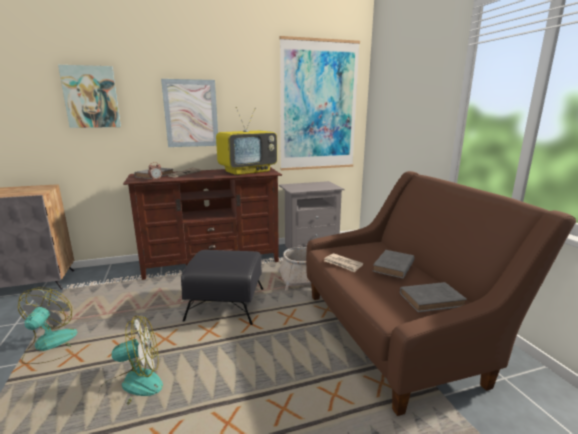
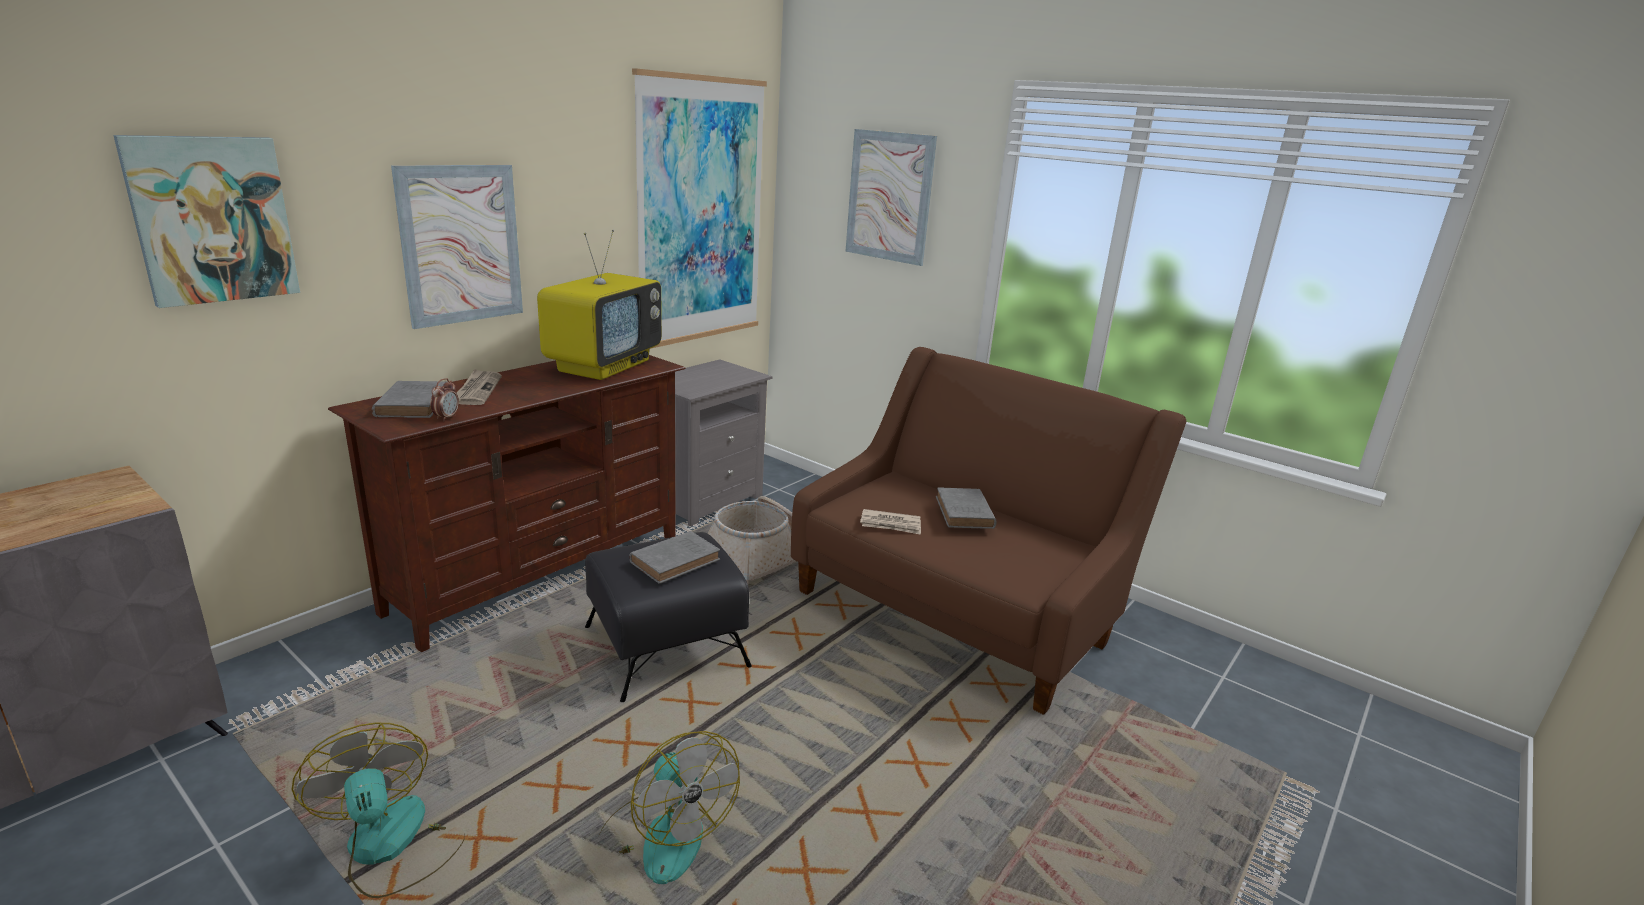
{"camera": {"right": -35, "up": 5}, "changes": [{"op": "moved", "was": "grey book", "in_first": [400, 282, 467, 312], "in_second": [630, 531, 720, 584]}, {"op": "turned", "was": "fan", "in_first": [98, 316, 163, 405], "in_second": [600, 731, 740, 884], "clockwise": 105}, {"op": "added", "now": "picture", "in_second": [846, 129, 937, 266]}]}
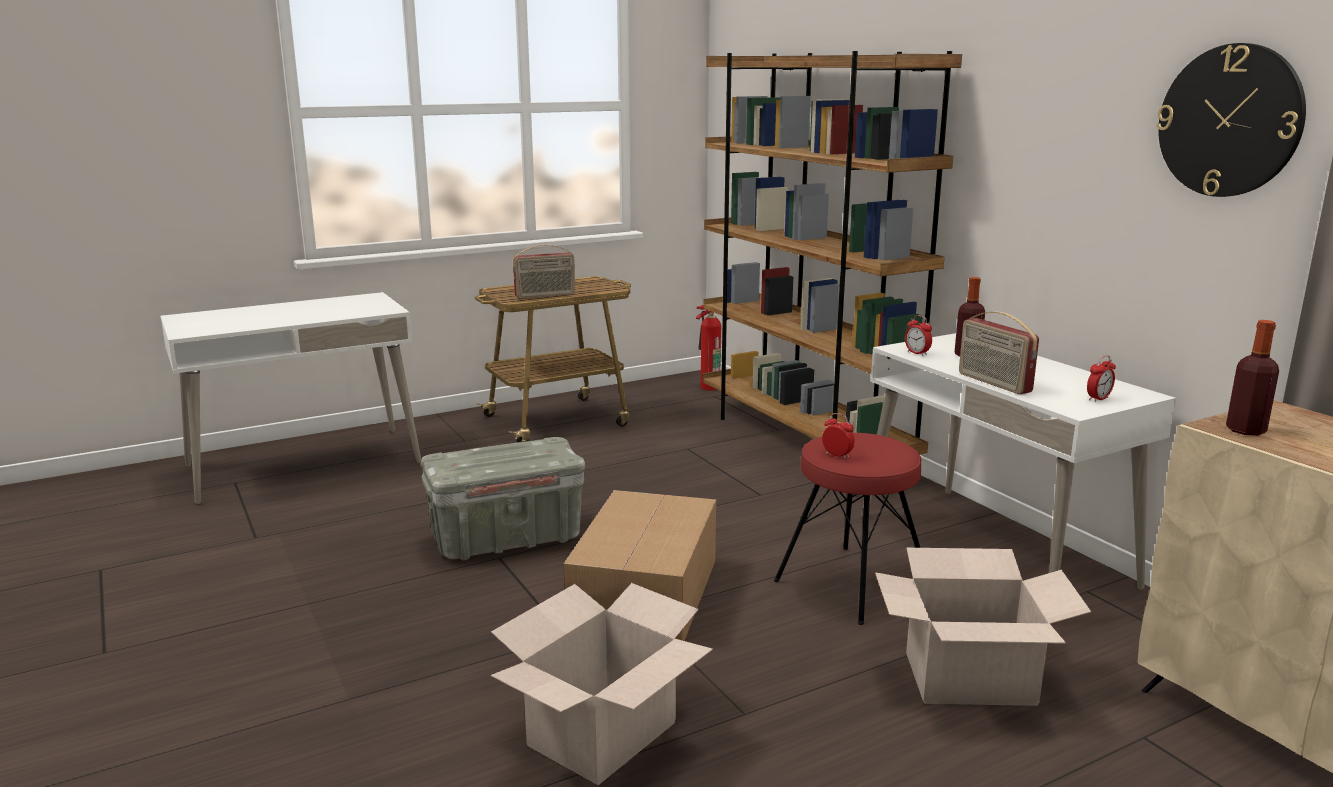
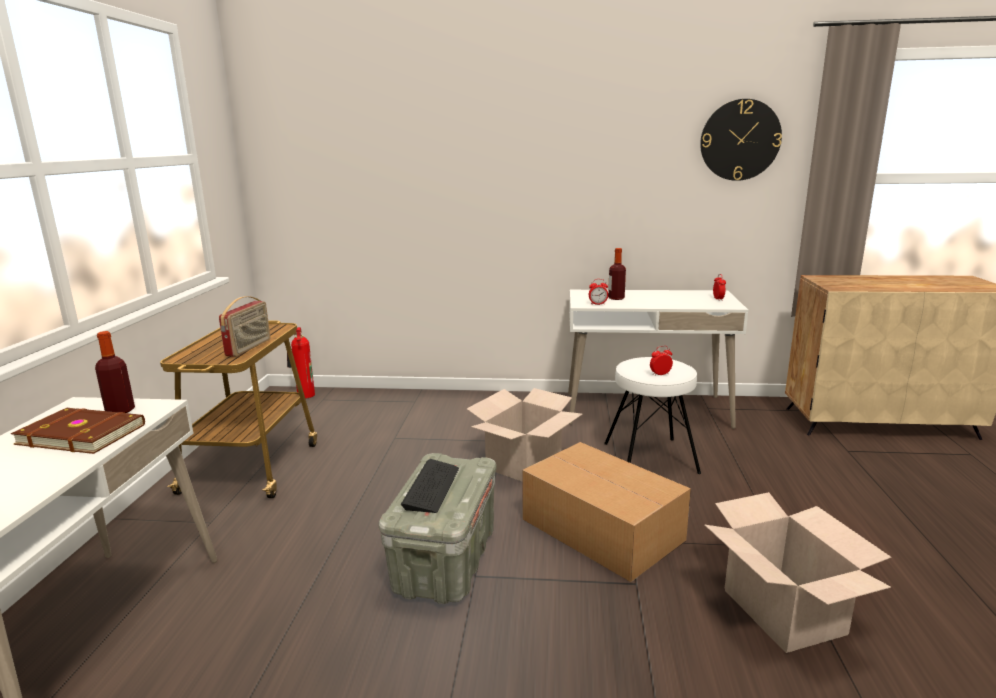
{"camera": {"right": -55, "up": 0}, "changes": [{"op": "removed", "was": "brown bookcase", "in_first": [702, 51, 962, 455]}, {"op": "removed", "was": "radio", "in_first": [959, 311, 1039, 394]}, {"op": "moved", "was": "bottle", "in_first": [1226, 320, 1279, 436], "in_second": [95, 331, 135, 413]}, {"op": "recoloured", "was": "red stool", "now": "white stool", "in_first": [774, 433, 921, 625], "in_second": [604, 357, 701, 474]}, {"op": "moved", "was": "cardboard box", "in_first": [875, 548, 1091, 706], "in_second": [467, 388, 582, 481]}, {"op": "added", "now": "brown book", "in_second": [10, 408, 145, 454]}, {"op": "added", "now": "keyboard", "in_second": [401, 459, 459, 513]}]}
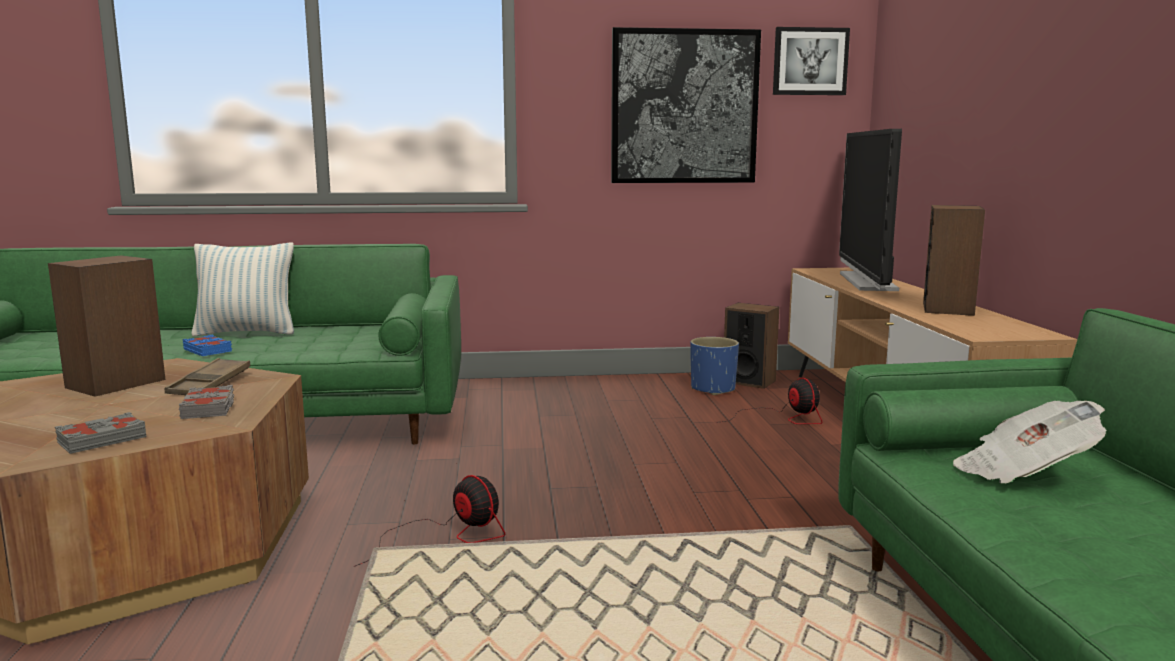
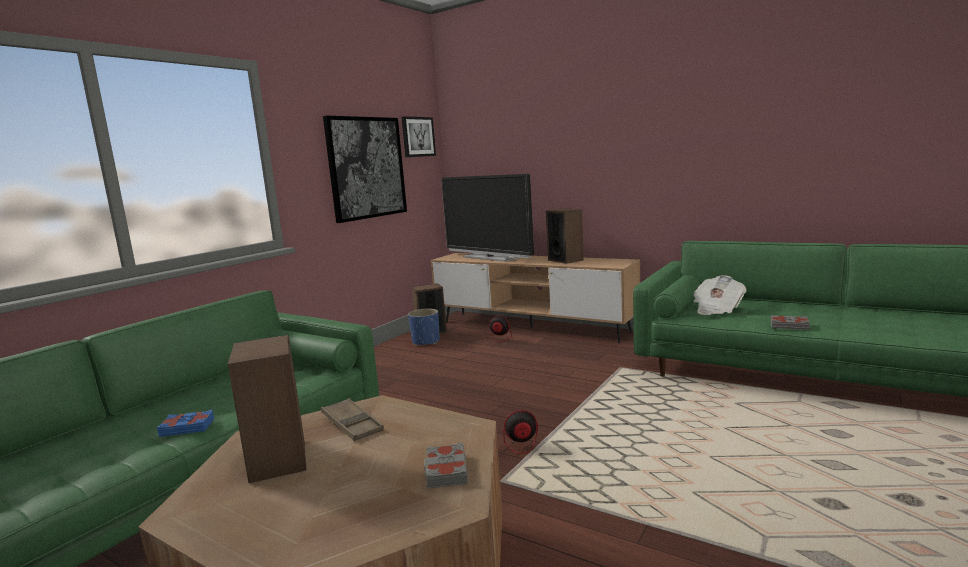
{"camera": {"right": -50, "up": 0}, "changes": [{"op": "removed", "was": "pillow", "in_first": [191, 242, 294, 336]}, {"op": "moved", "was": "grey book", "in_first": [179, 385, 234, 419], "in_second": [771, 315, 810, 330]}]}
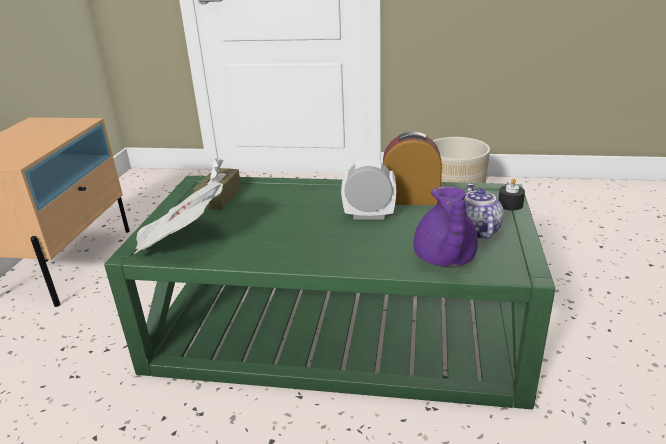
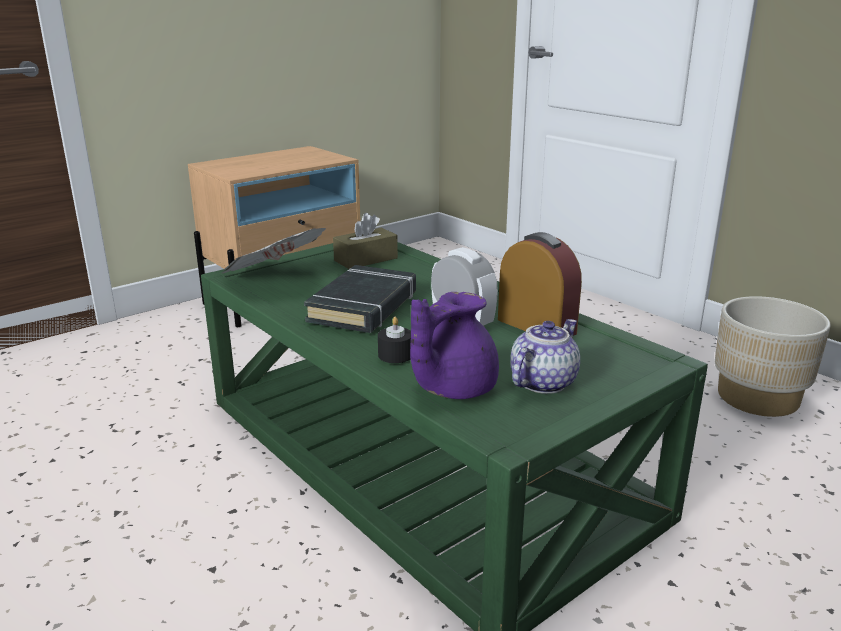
{"camera": {"right": 40, "up": -5}, "changes": [{"op": "moved", "was": "black candle", "in_first": [498, 178, 525, 210], "in_second": [378, 317, 411, 363]}, {"op": "added", "now": "black book", "in_second": [304, 265, 416, 333]}]}
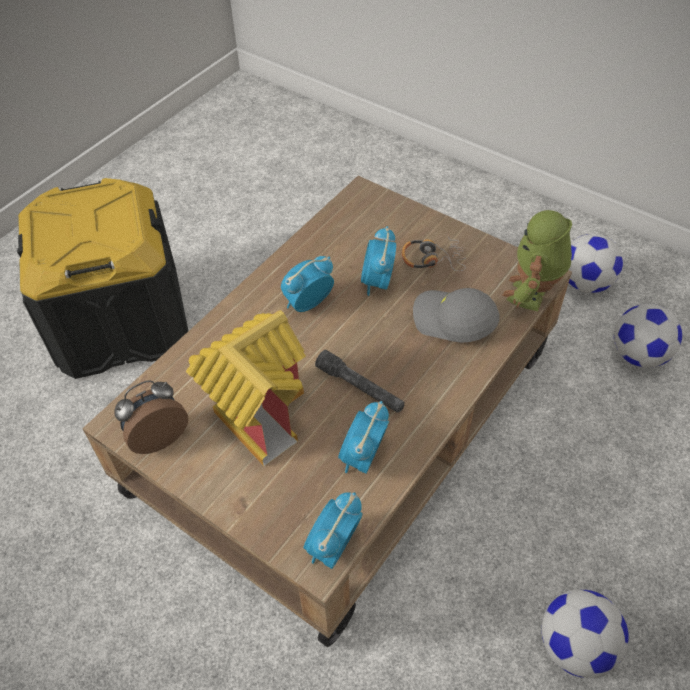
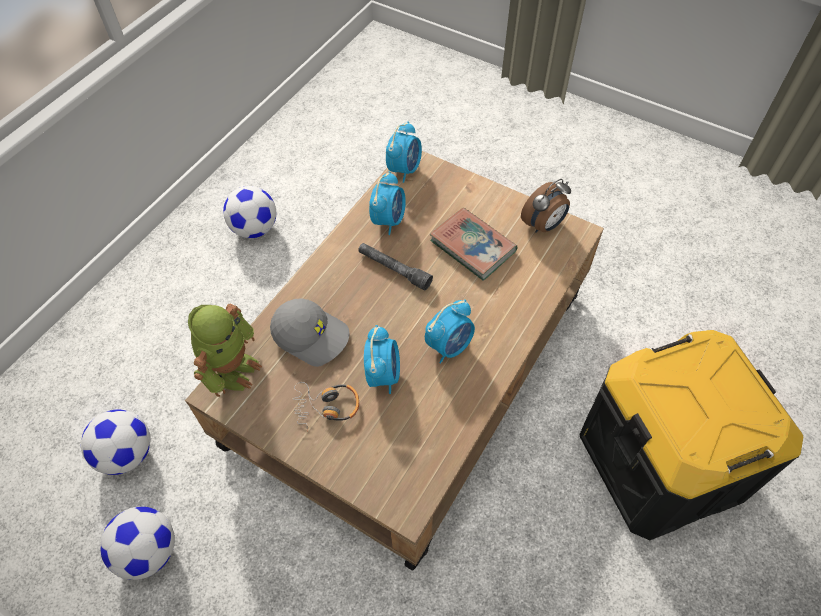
{"camera": {"right": 175, "up": 5}, "changes": [{"op": "replaced", "was": "toy house", "now": "book", "in_first": [186, 310, 306, 466], "in_second": [430, 208, 517, 281]}]}
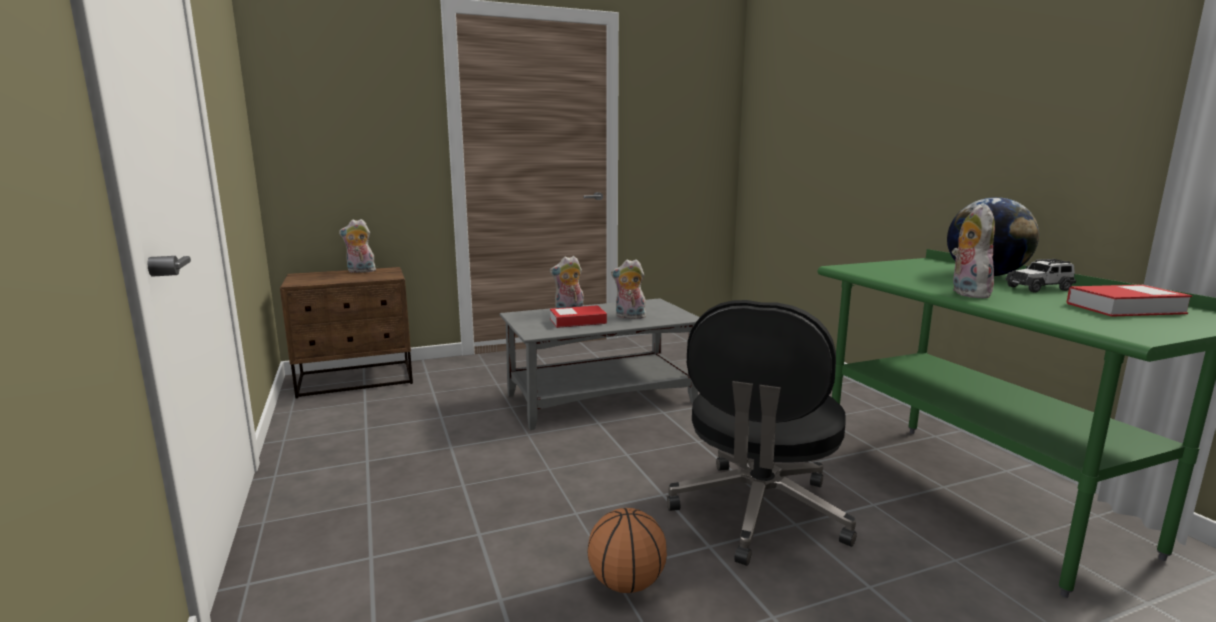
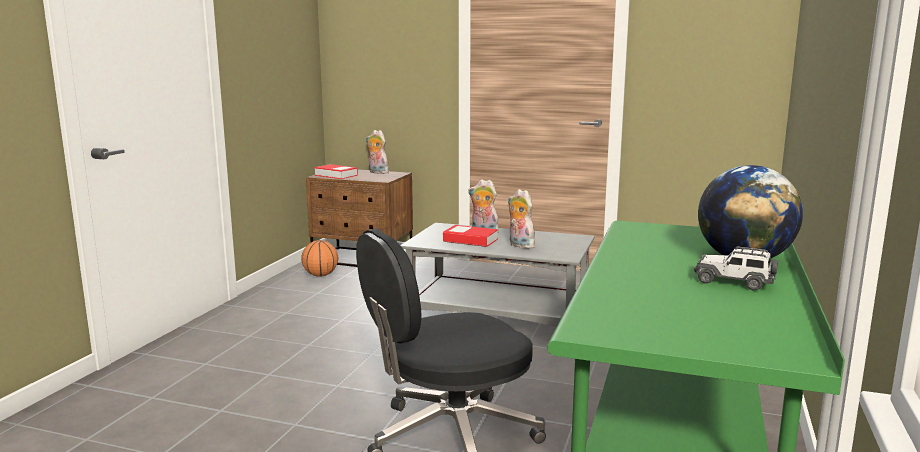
{"camera": {"right": 40, "up": 0}, "changes": [{"op": "removed", "was": "plush toy", "in_first": [952, 204, 995, 298]}, {"op": "moved", "was": "book", "in_first": [1067, 285, 1193, 317], "in_second": [314, 164, 358, 179]}, {"op": "moved", "was": "basketball", "in_first": [587, 508, 667, 593], "in_second": [301, 240, 338, 277]}]}
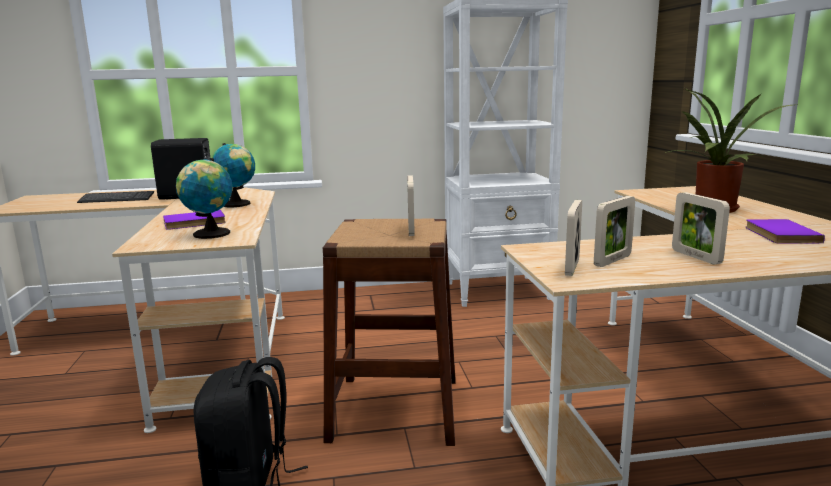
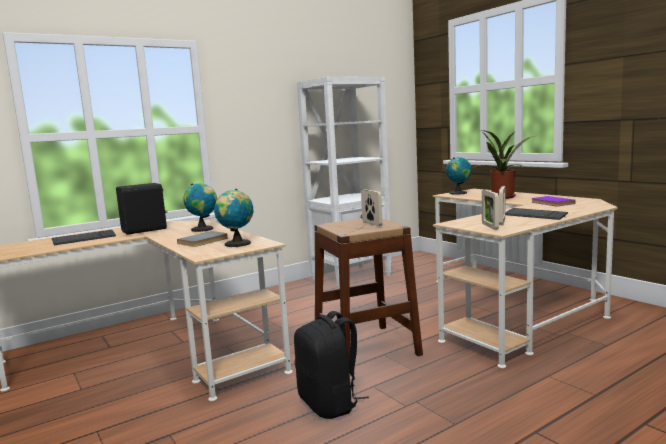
{"camera": {"right": -25, "up": -5}, "changes": [{"op": "replaced", "was": "picture frame", "now": "keyboard", "in_first": [672, 192, 730, 264], "in_second": [505, 208, 568, 220]}, {"op": "recoloured", "was": "purple book", "now": "grey book", "in_first": [163, 210, 226, 230], "in_second": [177, 231, 228, 247]}, {"op": "added", "now": "globe", "in_second": [446, 157, 472, 195]}]}
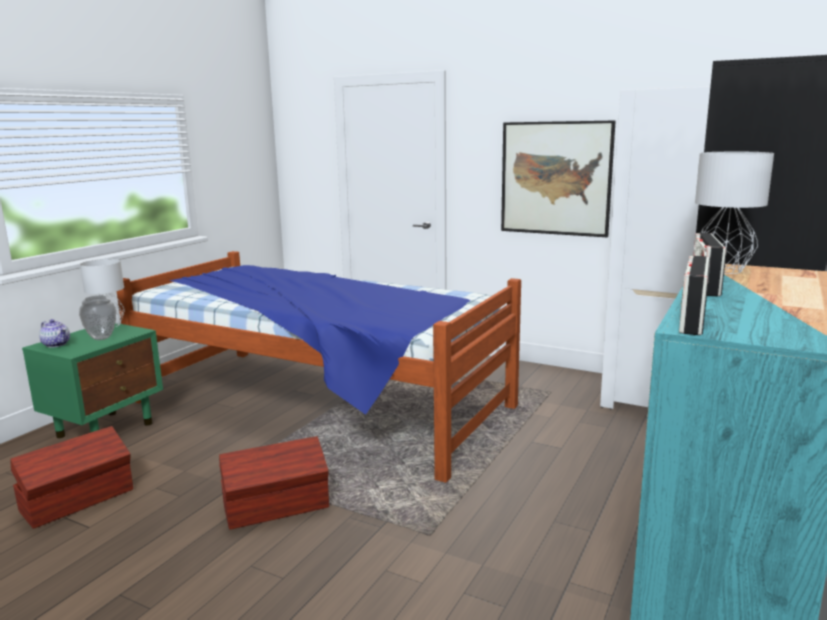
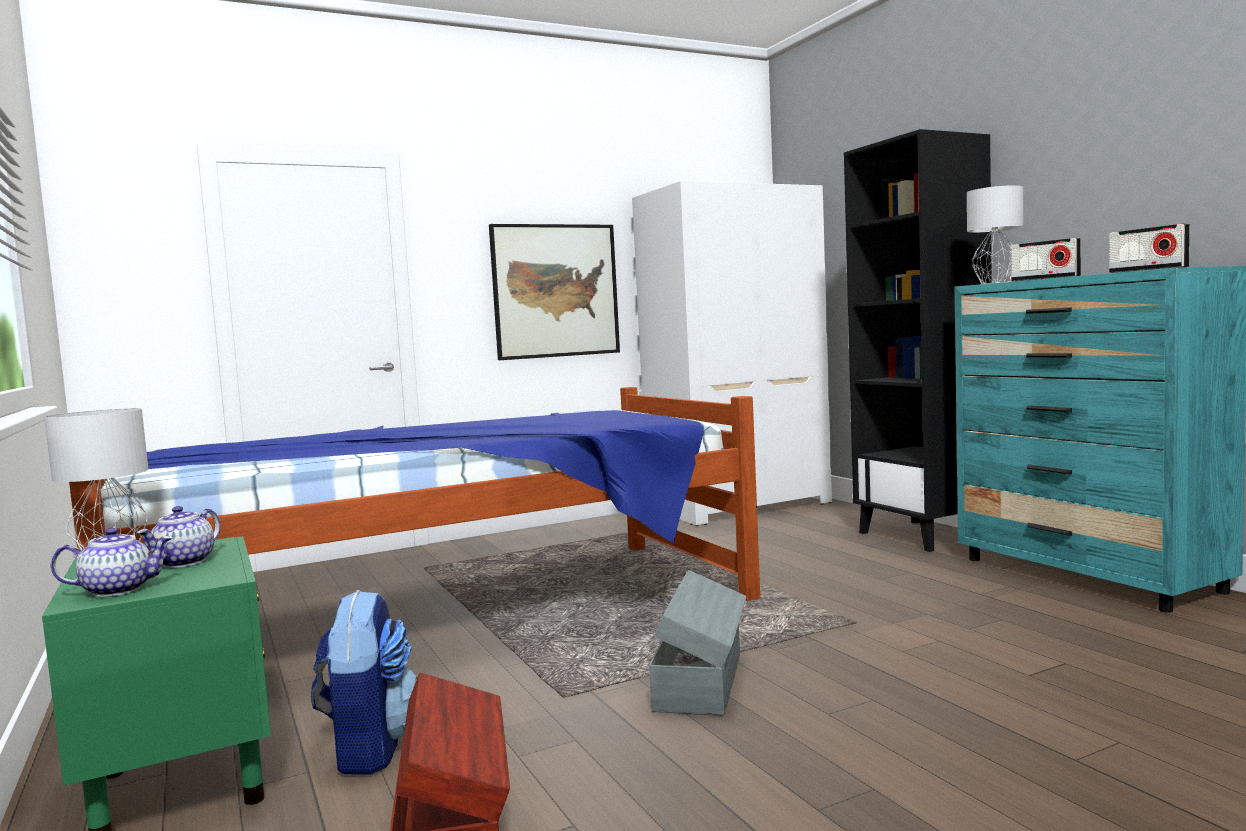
{"camera": {"right": -55, "up": -10}, "changes": [{"op": "replaced", "was": "vase", "now": "teapot", "in_first": [79, 296, 116, 340], "in_second": [136, 506, 221, 568]}, {"op": "recoloured", "was": "brown storage box", "now": "grey storage box", "in_first": [219, 436, 329, 530], "in_second": [649, 570, 746, 716]}, {"op": "added", "now": "backpack", "in_second": [311, 590, 417, 774]}]}
